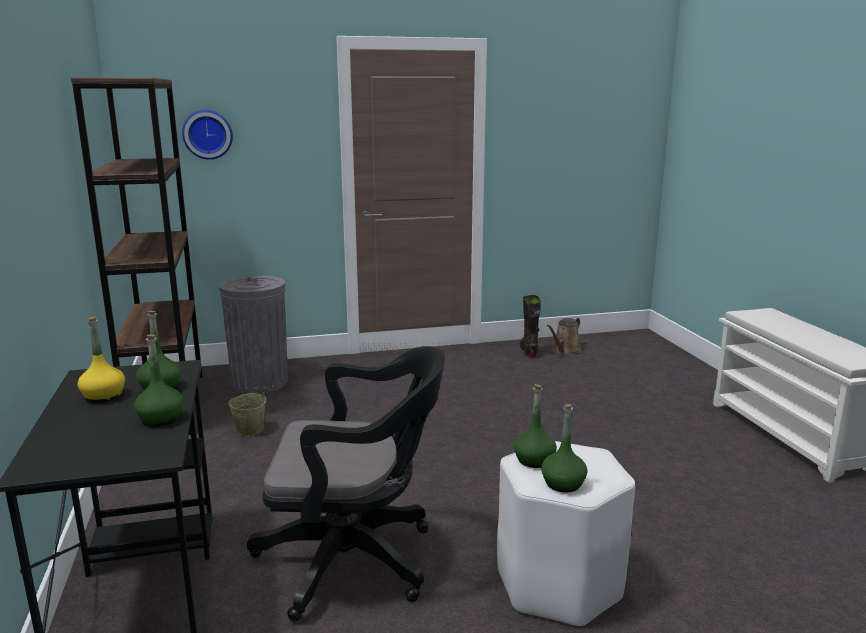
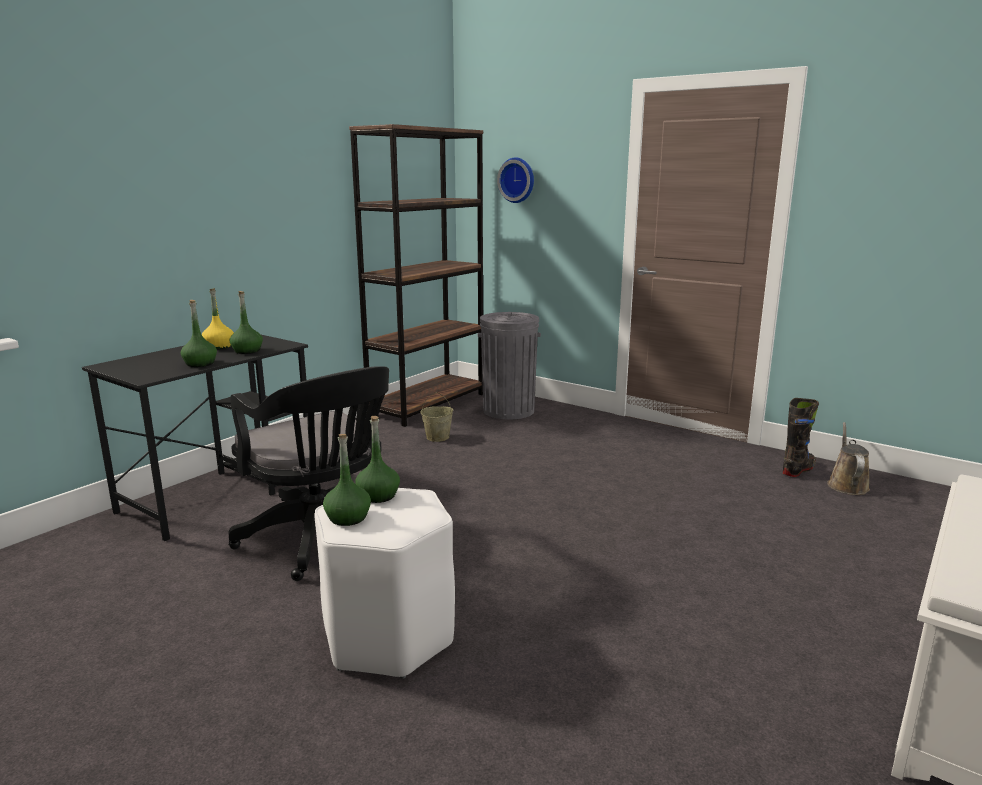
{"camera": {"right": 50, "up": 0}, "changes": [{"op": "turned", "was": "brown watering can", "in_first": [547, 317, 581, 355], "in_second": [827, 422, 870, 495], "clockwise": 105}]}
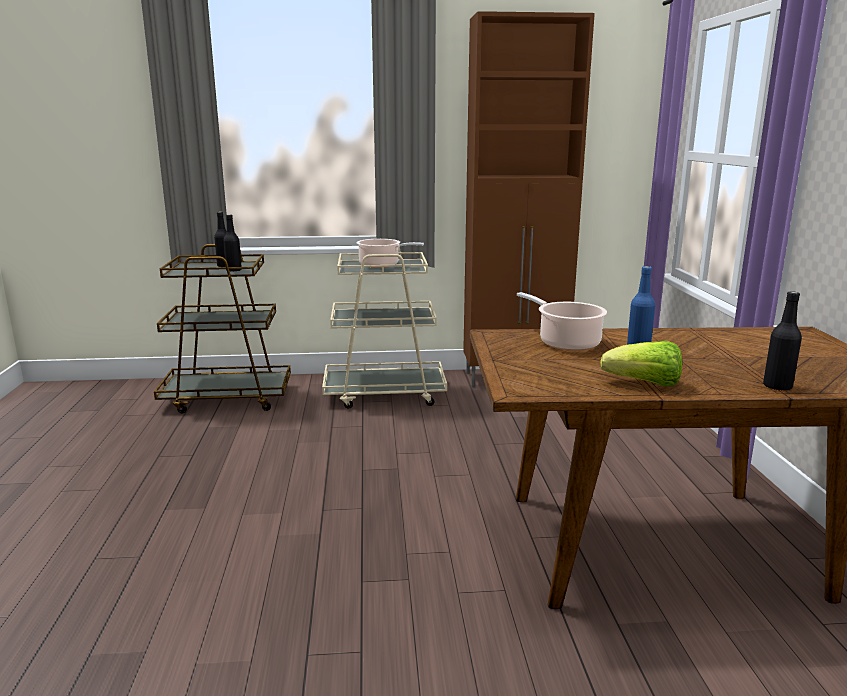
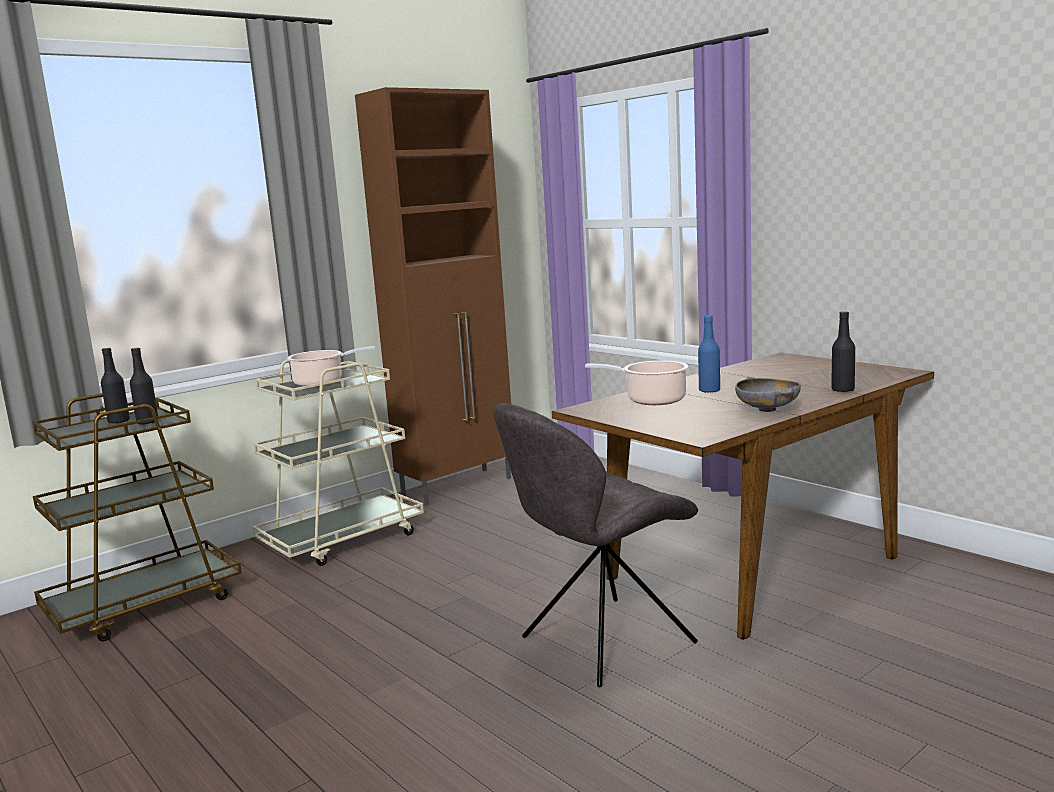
{"camera": {"right": -35, "up": -5}, "changes": [{"op": "replaced", "was": "lettuce", "now": "grey bowl", "in_first": [600, 341, 682, 386], "in_second": [735, 377, 801, 412]}, {"op": "added", "now": "grey chair", "in_second": [493, 403, 698, 687]}]}
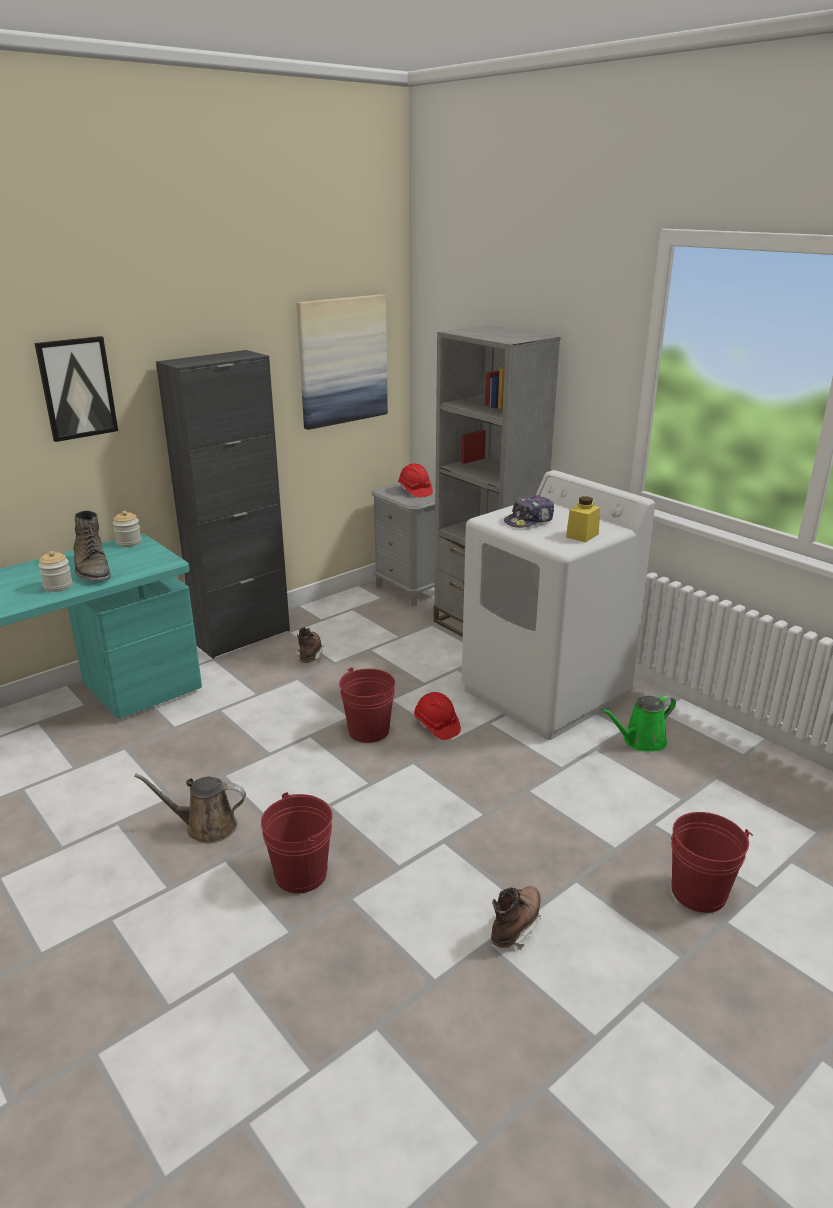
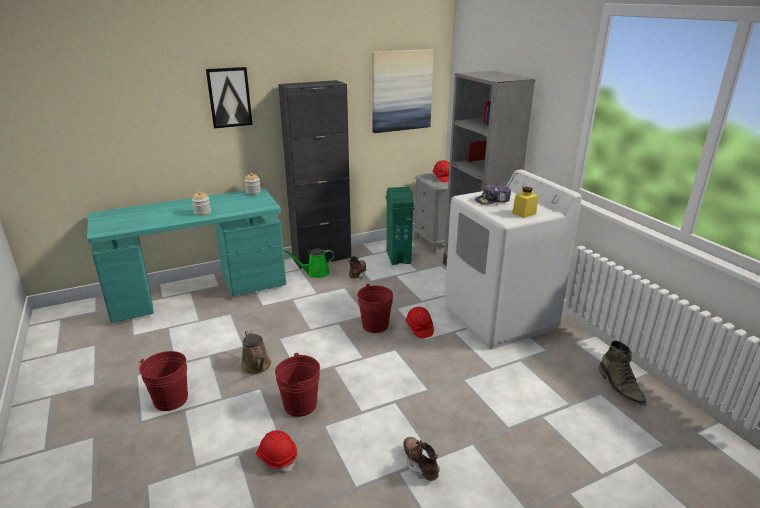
{"camera": {"right": 15, "up": 0}, "changes": [{"op": "moved", "was": "green boot", "in_first": [74, 510, 111, 581], "in_second": [599, 340, 646, 406]}, {"op": "moved", "was": "green watering can", "in_first": [601, 695, 676, 752], "in_second": [284, 249, 334, 278]}, {"op": "turned", "was": "brown watering can", "in_first": [134, 773, 246, 843], "in_second": [241, 330, 271, 374], "clockwise": -135}, {"op": "moved", "was": "red bucket", "in_first": [671, 812, 753, 913], "in_second": [139, 351, 188, 411]}, {"op": "turned", "was": "brown boot", "in_first": [491, 886, 541, 950], "in_second": [403, 437, 440, 481], "clockwise": -75}, {"op": "added", "now": "green trash can", "in_second": [386, 187, 415, 265]}, {"op": "added", "now": "red hard hat", "in_second": [256, 430, 297, 473]}]}
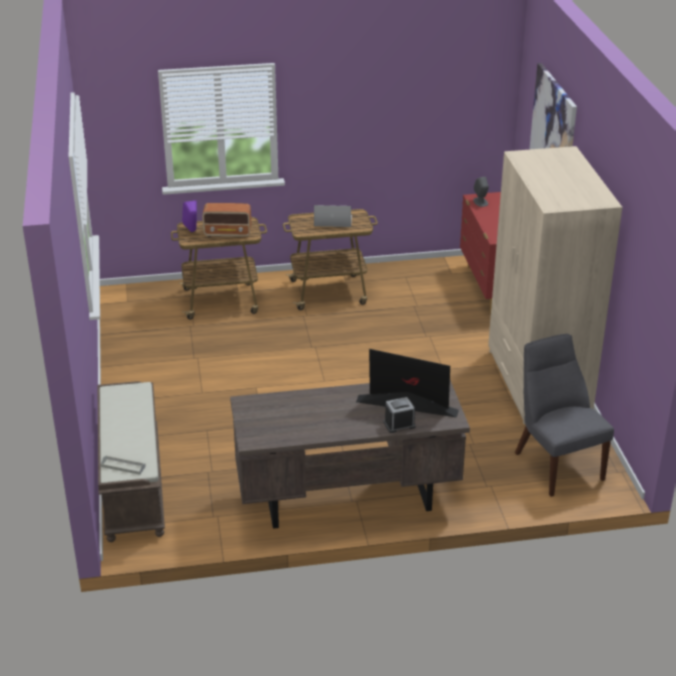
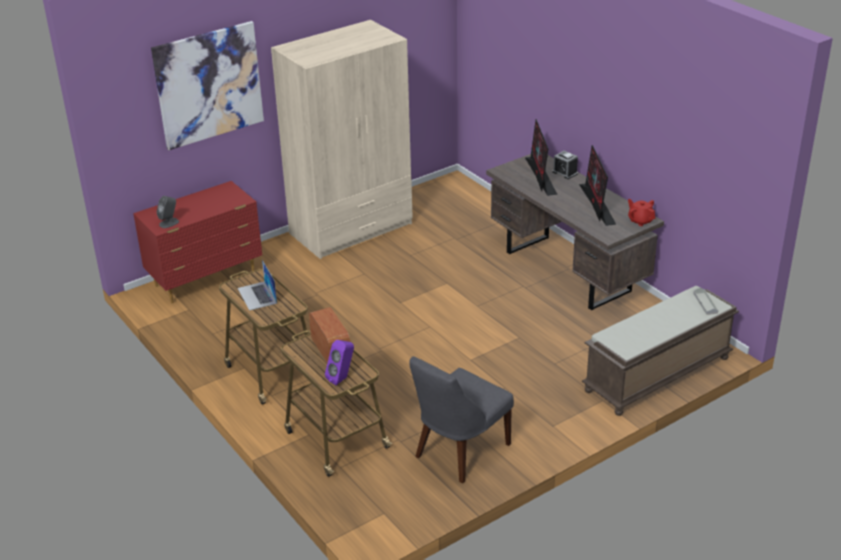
{"camera": {"right": -115, "up": 0}, "changes": [{"op": "moved", "was": "grey chair", "in_first": [515, 334, 614, 497], "in_second": [410, 356, 514, 483]}, {"op": "added", "now": "monitor", "in_second": [579, 145, 616, 226]}, {"op": "added", "now": "red teapot", "in_second": [628, 199, 655, 226]}]}
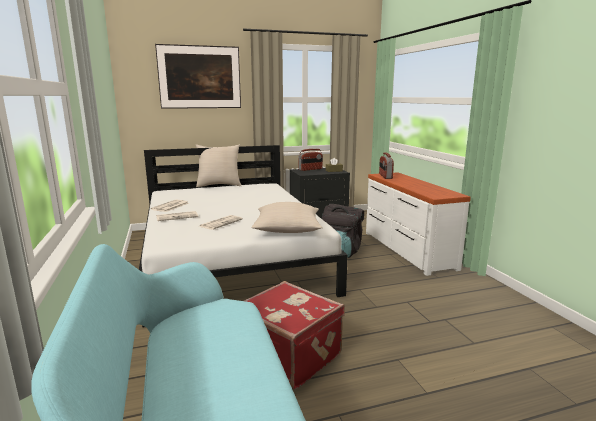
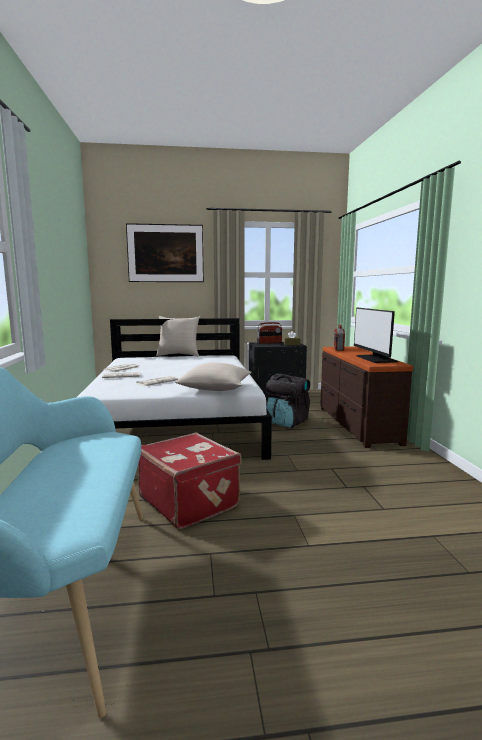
{"camera": {"right": 10, "up": -5}, "changes": [{"op": "recoloured", "was": "white dresser", "now": "brown dresser", "in_first": [366, 172, 471, 276], "in_second": [320, 346, 413, 448]}, {"op": "added", "now": "monitor", "in_second": [354, 308, 398, 363]}]}
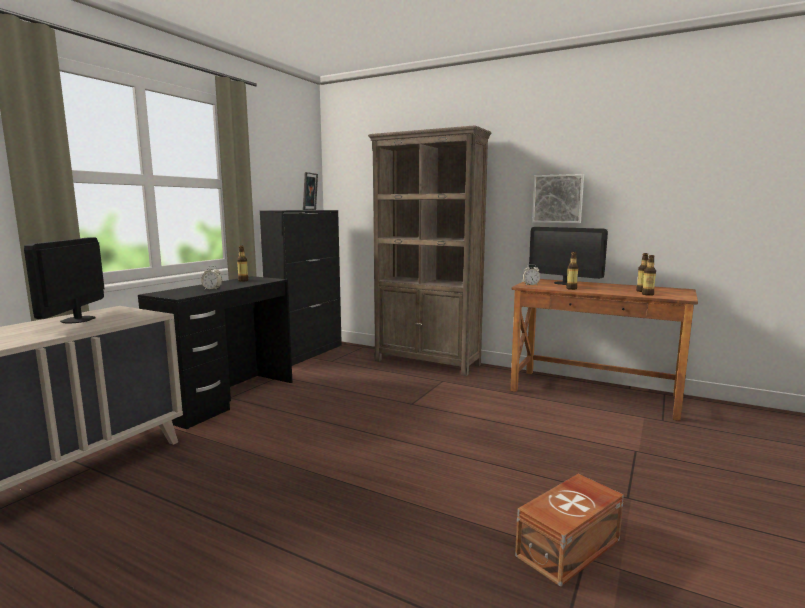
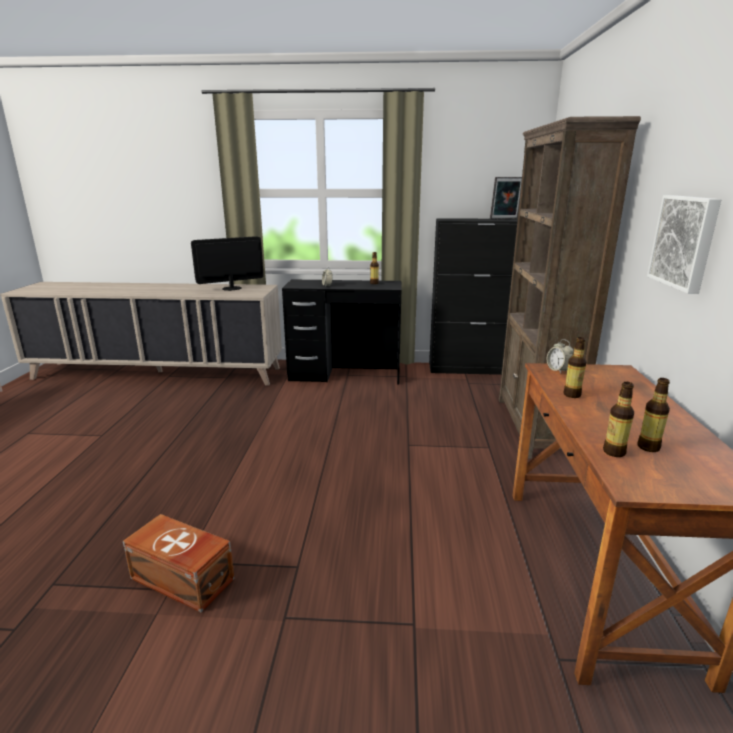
{"camera": {"right": 65, "up": 10}, "changes": [{"op": "removed", "was": "monitor", "in_first": [529, 227, 608, 285]}]}
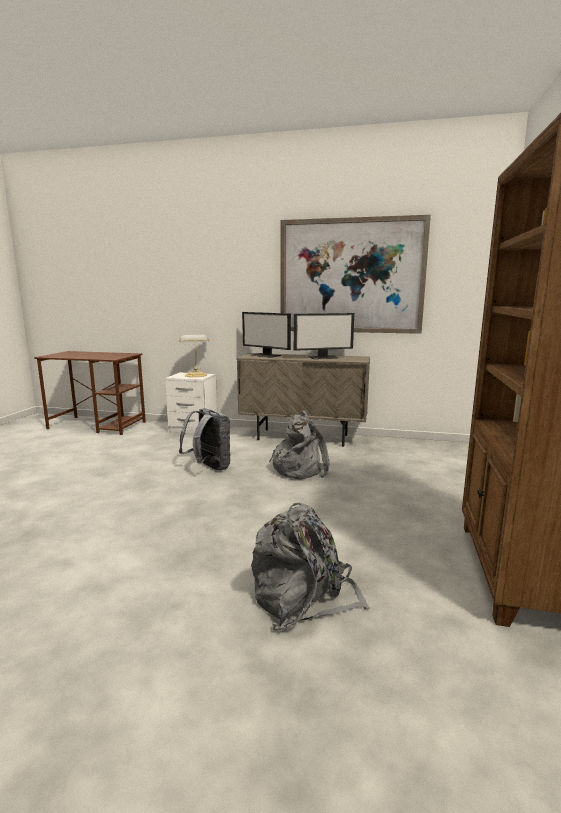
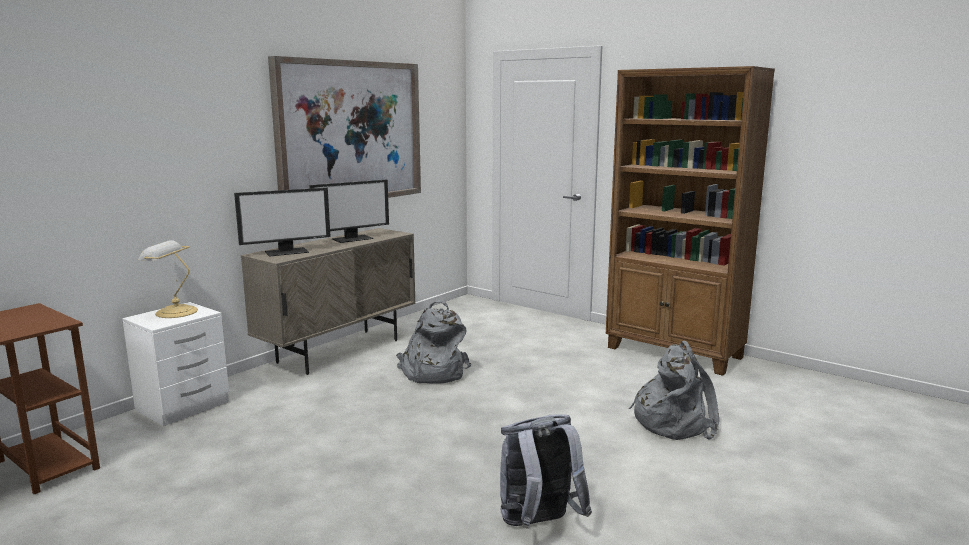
{"camera": {"right": -65, "up": 0}, "changes": [{"op": "turned", "was": "monitor", "in_first": [294, 313, 354, 359], "in_second": [309, 179, 389, 243], "clockwise": 45}, {"op": "moved", "was": "grey backpack", "in_first": [179, 408, 230, 471], "in_second": [500, 414, 592, 529]}]}
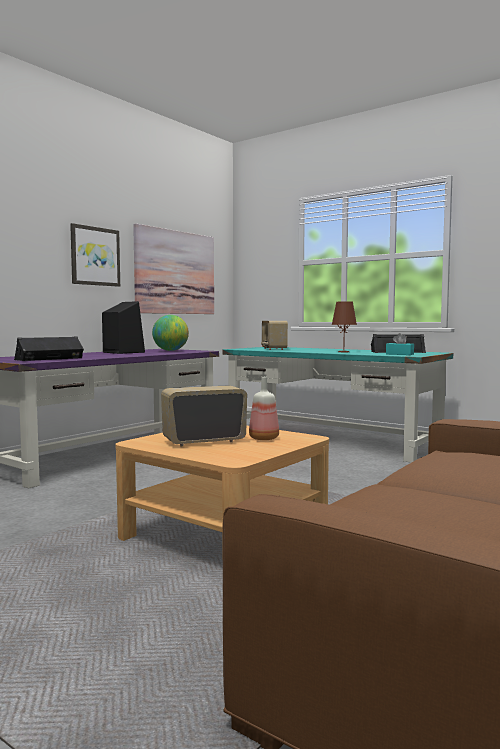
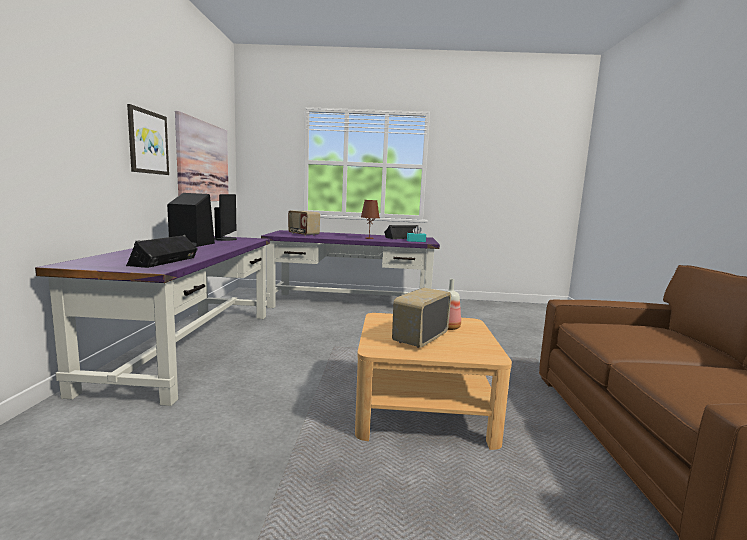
{"camera": {"right": -35, "up": 5}, "changes": [{"op": "replaced", "was": "globe", "now": "monitor", "in_first": [152, 315, 189, 351], "in_second": [214, 194, 237, 241]}, {"op": "recoloured", "was": "turquoise desk", "now": "purple desk", "in_first": [222, 347, 453, 463], "in_second": [261, 230, 440, 308]}]}
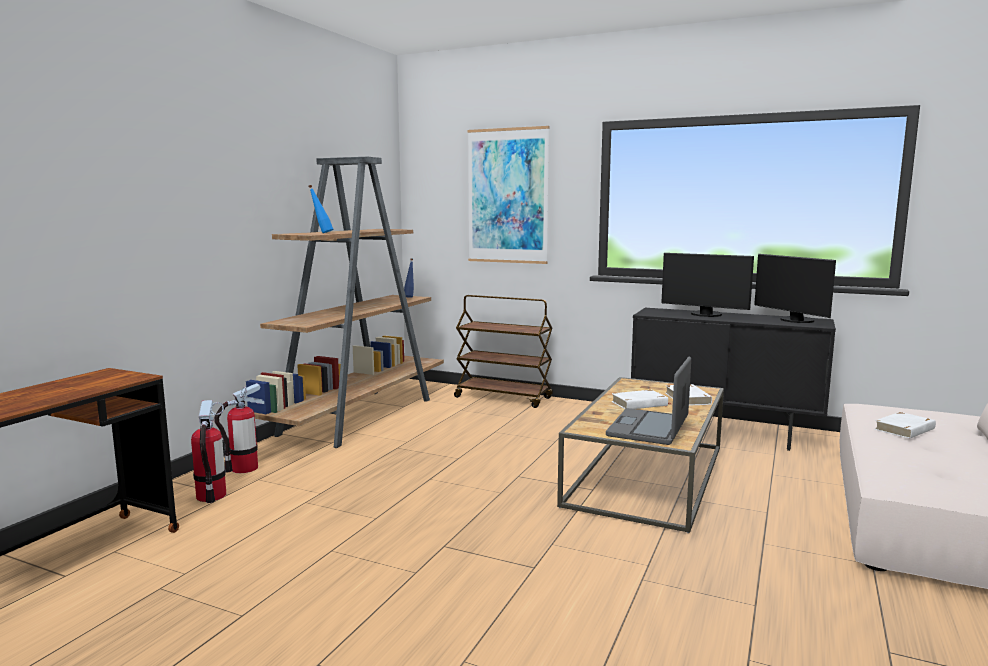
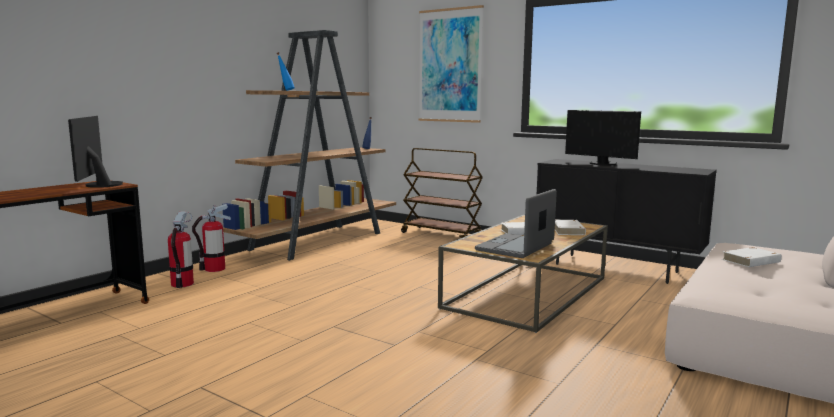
{"camera": {"right": 10, "up": 0}, "changes": [{"op": "moved", "was": "monitor", "in_first": [754, 254, 836, 323], "in_second": [68, 116, 123, 188]}]}
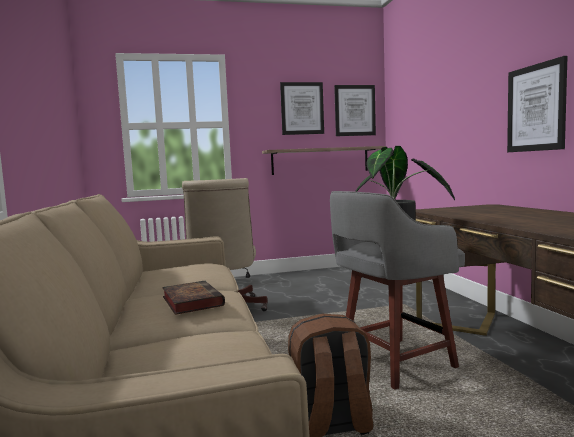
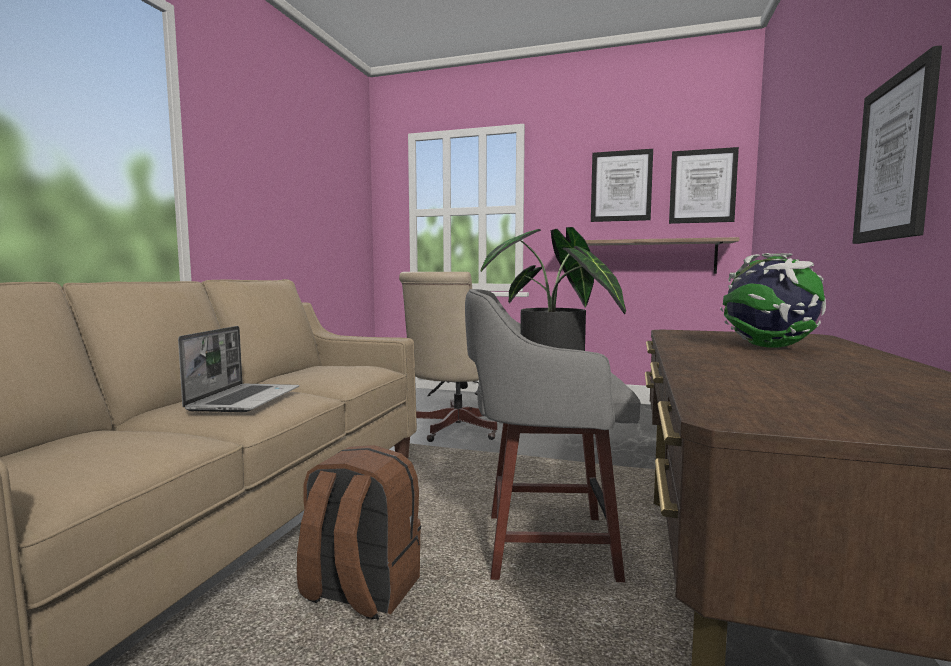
{"camera": {"right": 30, "up": 0}, "changes": [{"op": "replaced", "was": "book", "now": "laptop", "in_first": [162, 281, 225, 315], "in_second": [178, 326, 299, 412]}, {"op": "added", "now": "globe", "in_second": [720, 253, 826, 348]}]}
